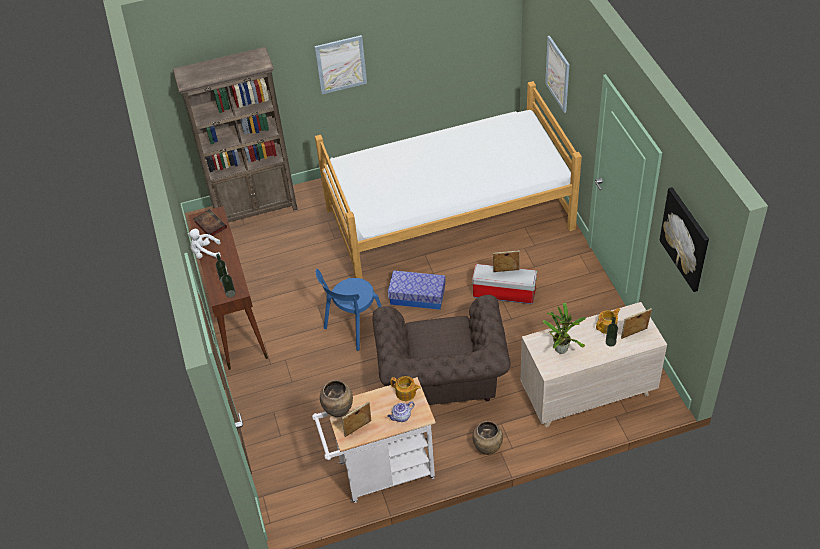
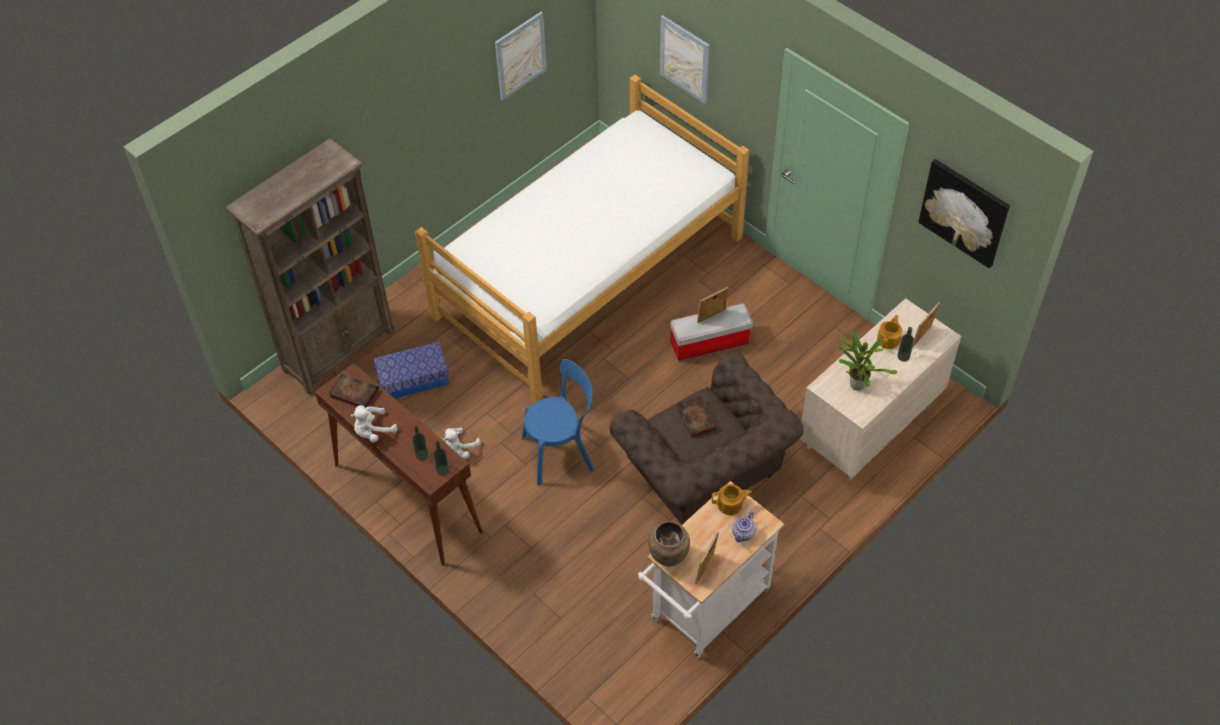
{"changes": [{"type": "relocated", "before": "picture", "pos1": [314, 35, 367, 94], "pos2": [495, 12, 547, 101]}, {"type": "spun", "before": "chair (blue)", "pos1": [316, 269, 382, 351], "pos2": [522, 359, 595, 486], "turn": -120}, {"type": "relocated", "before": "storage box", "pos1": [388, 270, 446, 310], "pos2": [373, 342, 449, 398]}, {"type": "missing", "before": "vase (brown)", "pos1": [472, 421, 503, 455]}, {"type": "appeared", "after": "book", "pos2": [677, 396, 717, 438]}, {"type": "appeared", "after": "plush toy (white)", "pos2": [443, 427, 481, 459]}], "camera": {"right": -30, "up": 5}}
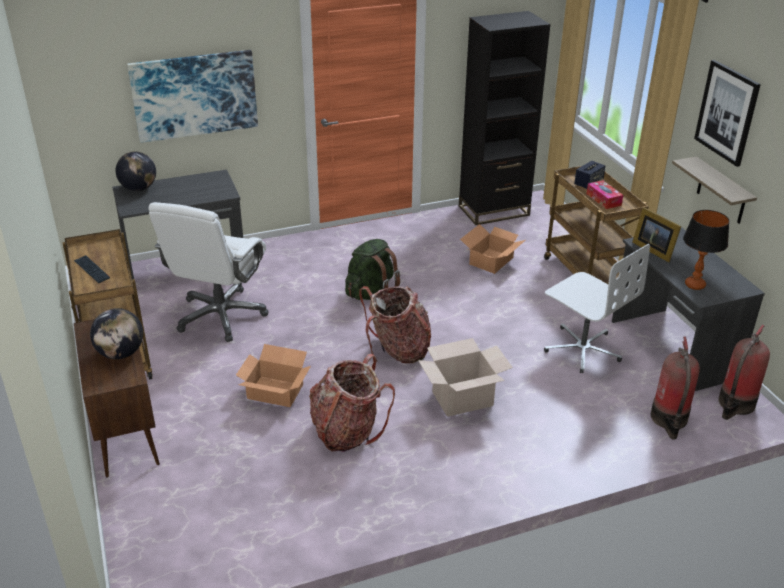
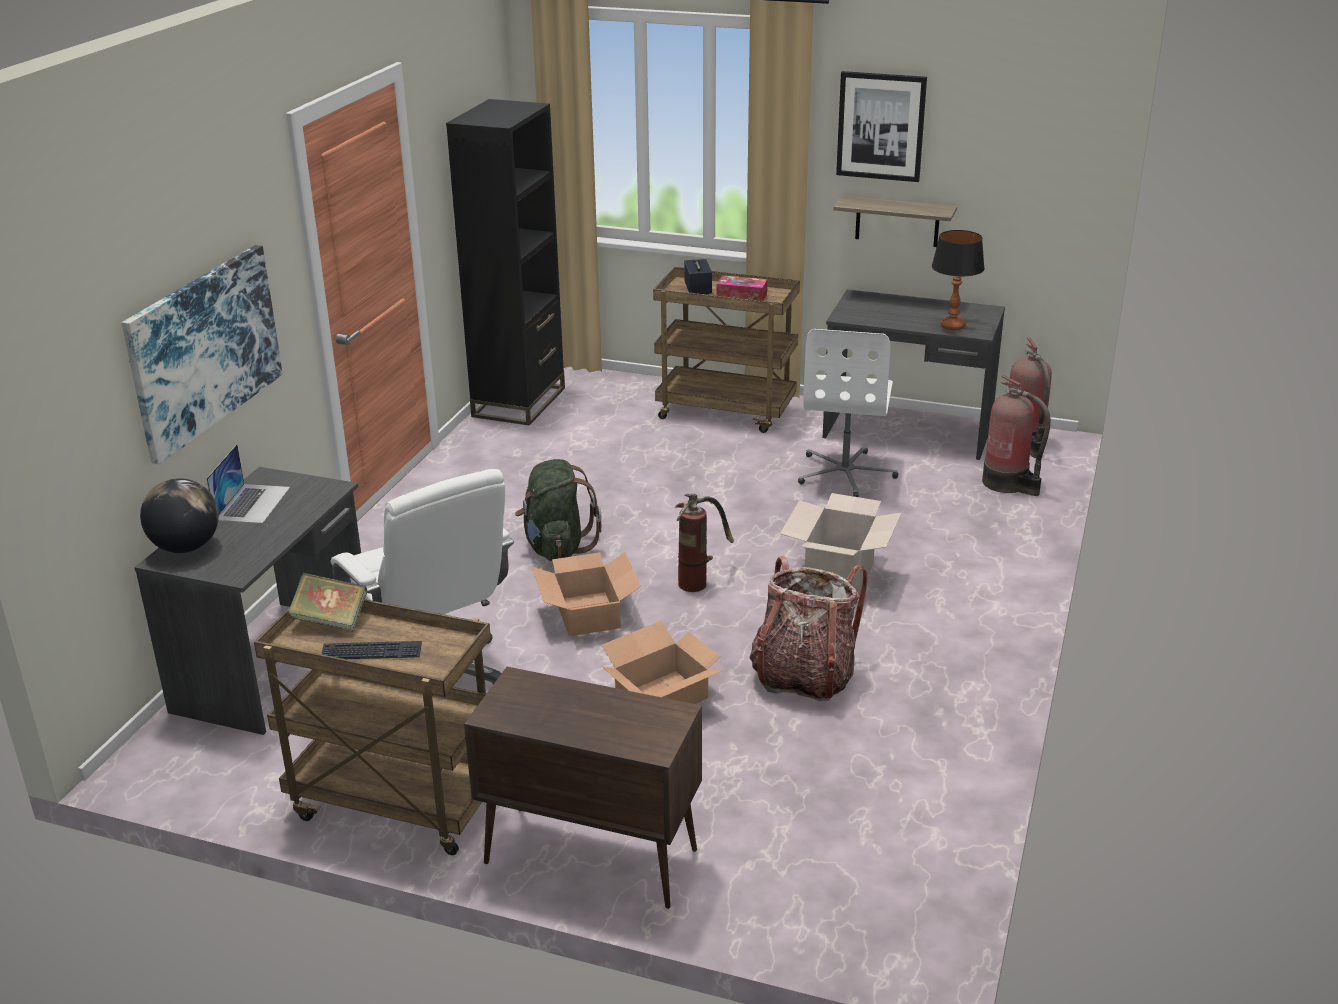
{"changes": [{"type": "missing", "before": "picture frame", "pos1": [632, 207, 681, 262]}, {"type": "relocated", "before": "cardboard box", "pos1": [460, 224, 526, 274], "pos2": [532, 552, 641, 636]}, {"type": "spun", "before": "office chair (white)", "pos1": [544, 244, 650, 373], "pos2": [798, 329, 898, 497], "turn": 105}, {"type": "exchanged", "before": "backpack", "after": "fire extinguisher", "pos1": [359, 286, 431, 363], "pos2": [674, 493, 734, 592]}, {"type": "missing", "before": "globe", "pos1": [90, 308, 143, 359]}, {"type": "appeared", "after": "laptop", "pos2": [206, 444, 290, 524]}, {"type": "appeared", "after": "book", "pos2": [288, 573, 367, 632]}], "camera": {"right": -50, "up": -5}}
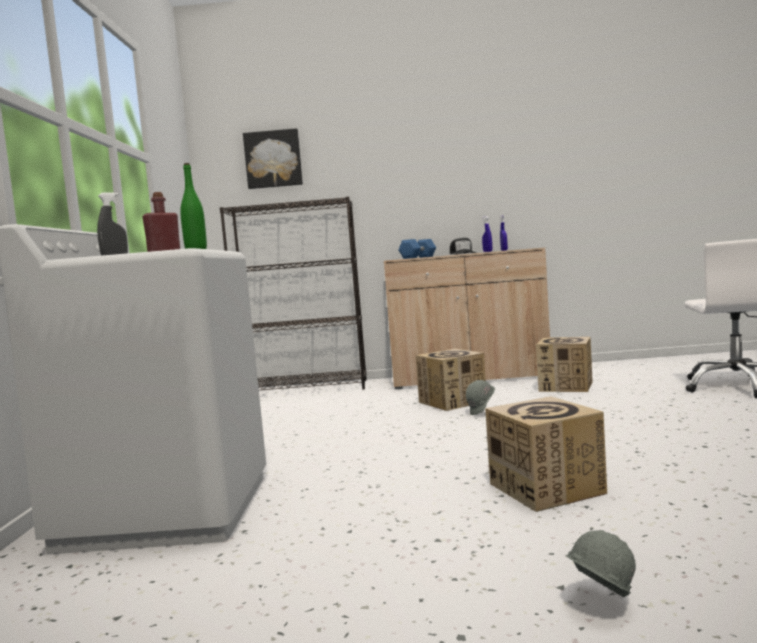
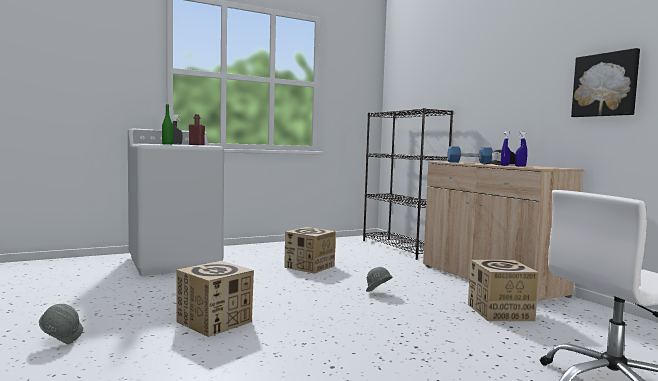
{"changes": [{"type": "relocated", "before": "picture", "pos1": [243, 128, 303, 189], "pos2": [571, 48, 640, 117]}, {"type": "relocated", "before": "cardboard box", "pos1": [416, 349, 485, 411], "pos2": [284, 227, 336, 274]}], "camera": {"right": 60, "up": 0}}
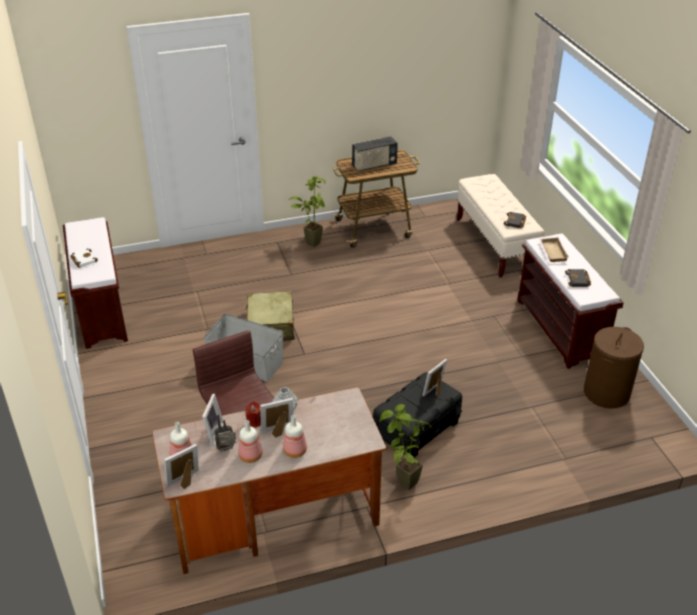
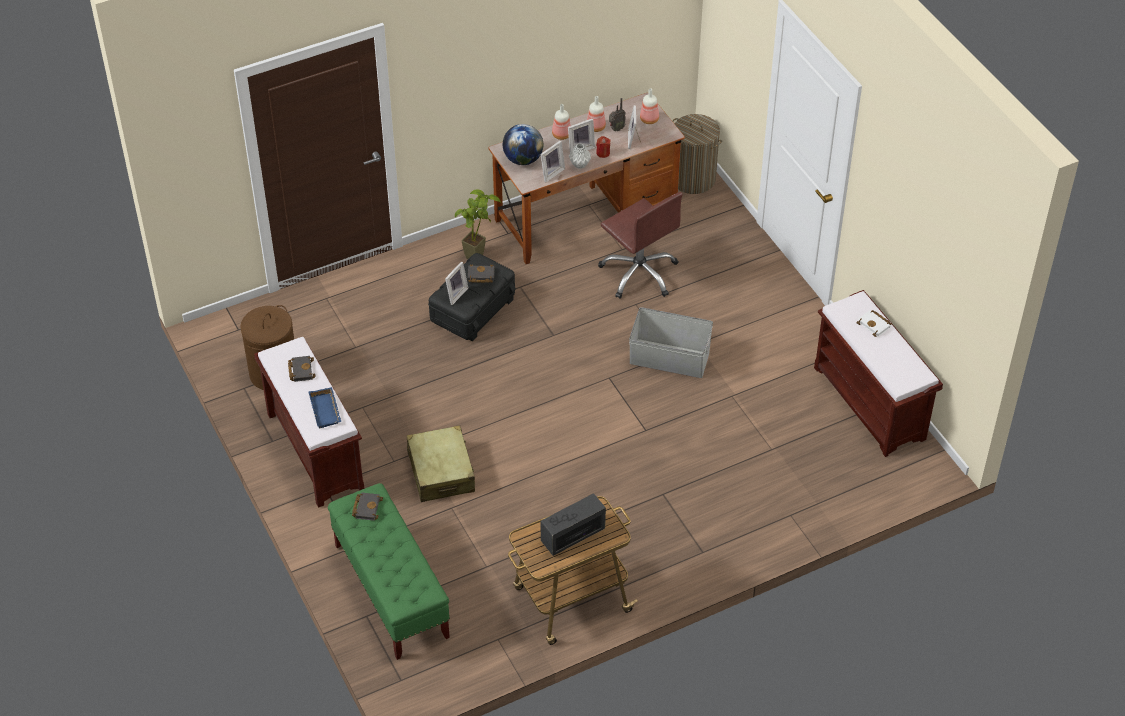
{"changes": [{"type": "colour", "before": "bench (beige)", "after": "bench (green)", "pos1": [457, 174, 545, 278], "pos2": [328, 483, 450, 660]}, {"type": "missing", "before": "potted plant", "pos1": [289, 176, 326, 247]}, {"type": "colour", "before": "tray (beige)", "after": "tray (blue)", "pos1": [540, 237, 569, 262], "pos2": [309, 387, 342, 428]}, {"type": "relocated", "before": "suitcase (beige)", "pos1": [246, 291, 294, 341], "pos2": [406, 425, 475, 502]}, {"type": "relocated", "before": "picture frame", "pos1": [164, 444, 199, 489], "pos2": [541, 141, 565, 182]}, {"type": "appeared", "after": "laundry basket", "pos2": [672, 114, 722, 194]}, {"type": "appeared", "after": "globe", "pos2": [503, 124, 543, 165]}, {"type": "appeared", "after": "book (black)", "pos2": [468, 265, 495, 283]}], "camera": {"right": 170, "up": 10}}
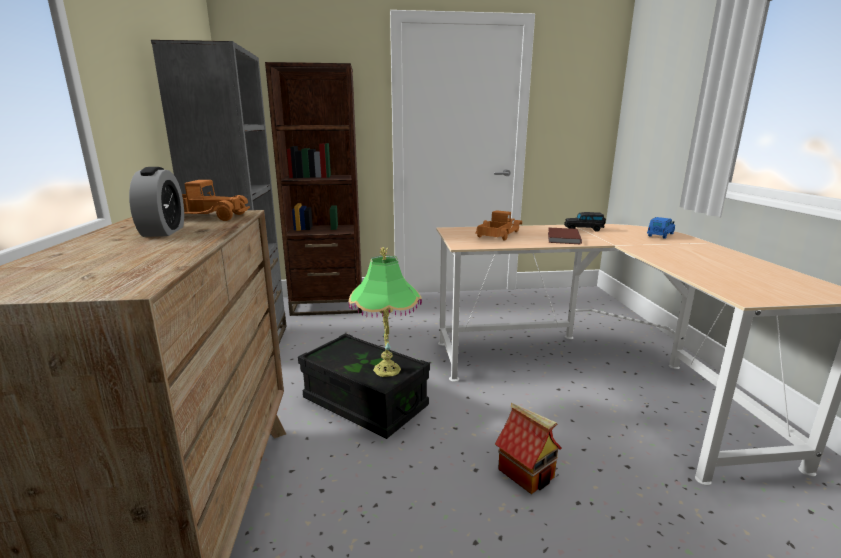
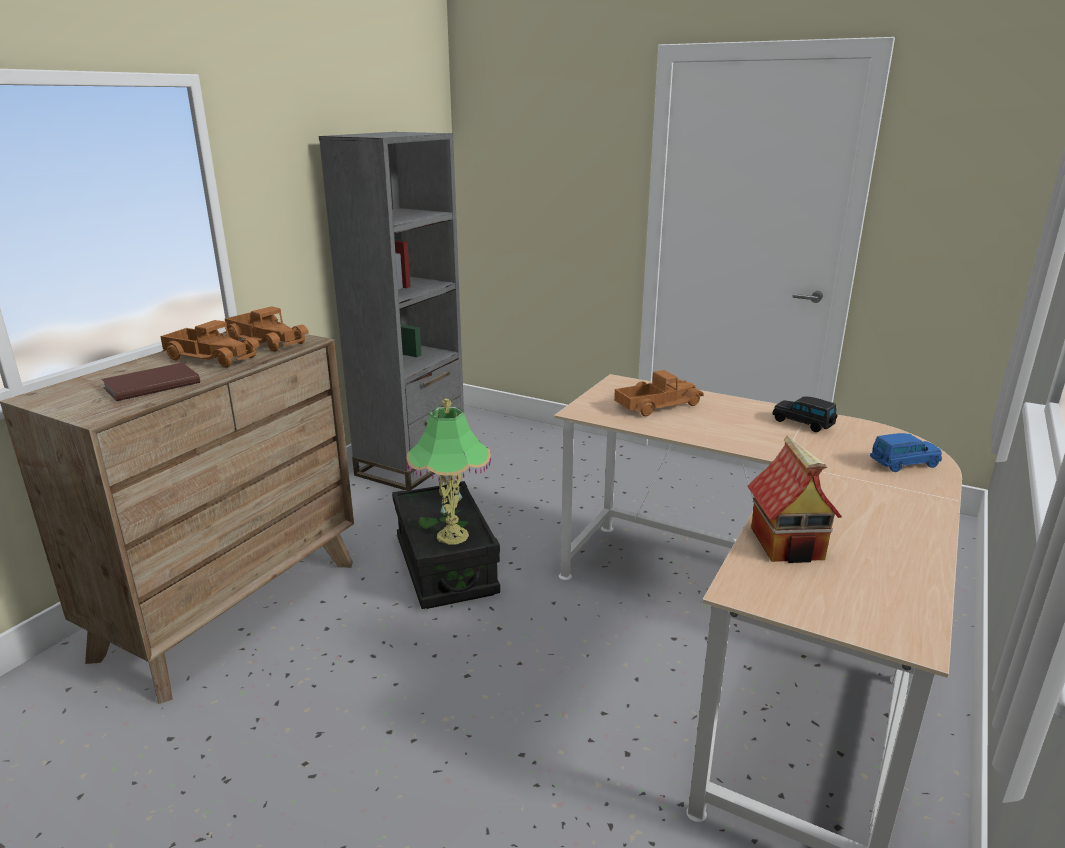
{"changes": [{"type": "missing", "before": "bookcase (brown)", "pos1": [265, 62, 362, 316]}, {"type": "exchanged", "before": "alarm clock", "after": "toy truck", "pos1": [129, 167, 184, 237], "pos2": [160, 320, 260, 368]}, {"type": "relocated", "before": "book (brown)", "pos1": [548, 227, 582, 244], "pos2": [101, 363, 200, 401]}, {"type": "relocated", "before": "toy house", "pos1": [495, 403, 562, 494], "pos2": [748, 435, 843, 563]}], "camera": {"right": 35, "up": 5}}
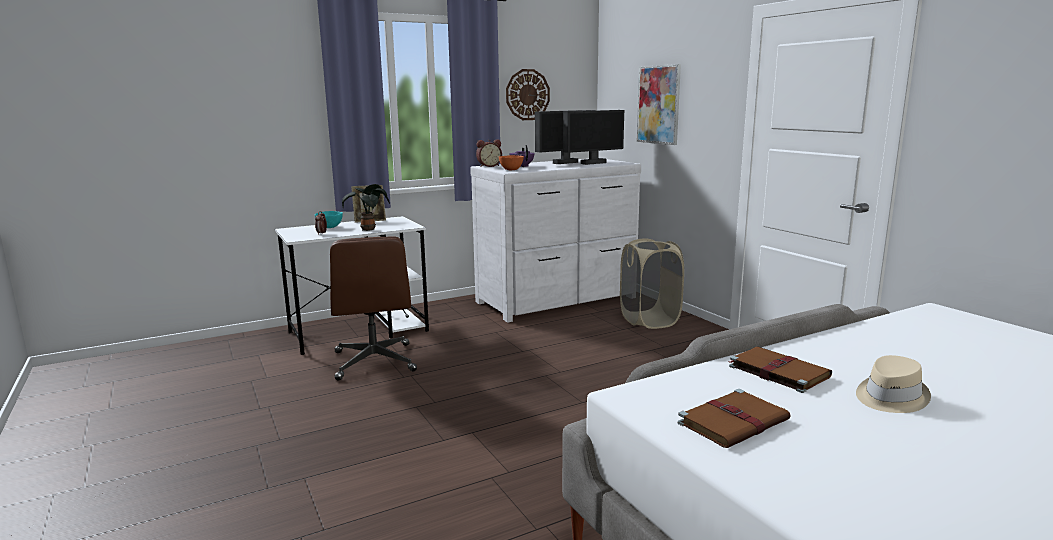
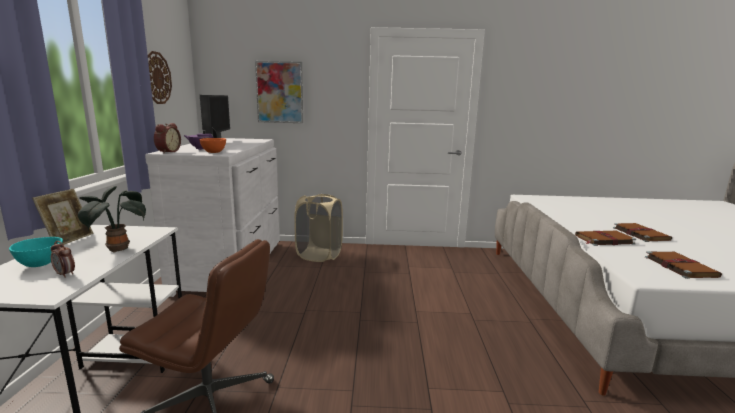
{"changes": [{"type": "missing", "before": "monitor", "pos1": [563, 110, 624, 165]}, {"type": "exchanged", "before": "hat (beige)", "after": "book (brown)", "pos1": [856, 355, 931, 413], "pos2": [613, 223, 672, 242]}], "camera": {"right": -60, "up": 0}}
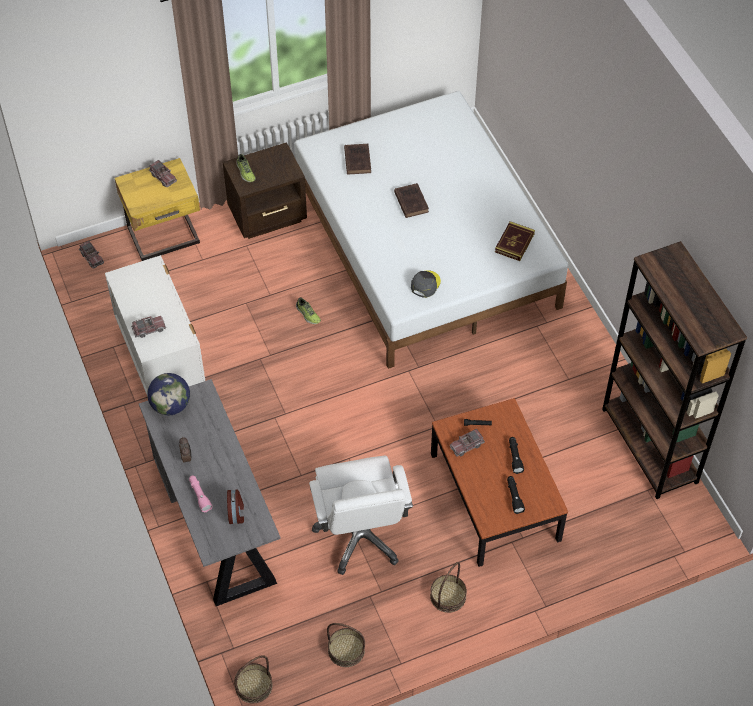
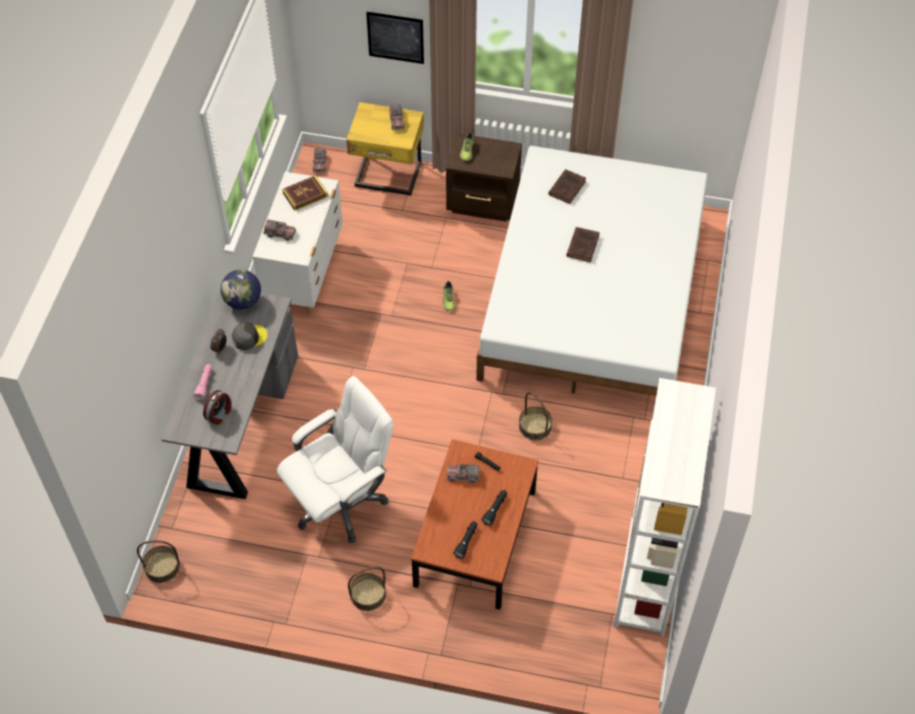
{"changes": [{"type": "relocated", "before": "book", "pos1": [495, 221, 535, 261], "pos2": [282, 175, 328, 211]}, {"type": "colour", "before": "bookcase (brown)", "after": "bookcase (white)", "pos1": [602, 241, 747, 499], "pos2": [614, 378, 716, 637]}, {"type": "relocated", "before": "cap (grey)", "pos1": [411, 270, 441, 298], "pos2": [232, 323, 268, 350]}, {"type": "spun", "before": "office chair (white)", "pos1": [309, 456, 413, 575], "pos2": [277, 376, 393, 543], "turn": -150}, {"type": "relocated", "before": "basket", "pos1": [327, 623, 365, 667], "pos2": [519, 392, 553, 440]}, {"type": "appeared", "after": "picture", "pos2": [366, 12, 424, 64]}], "camera": {"right": 35, "up": 0}}
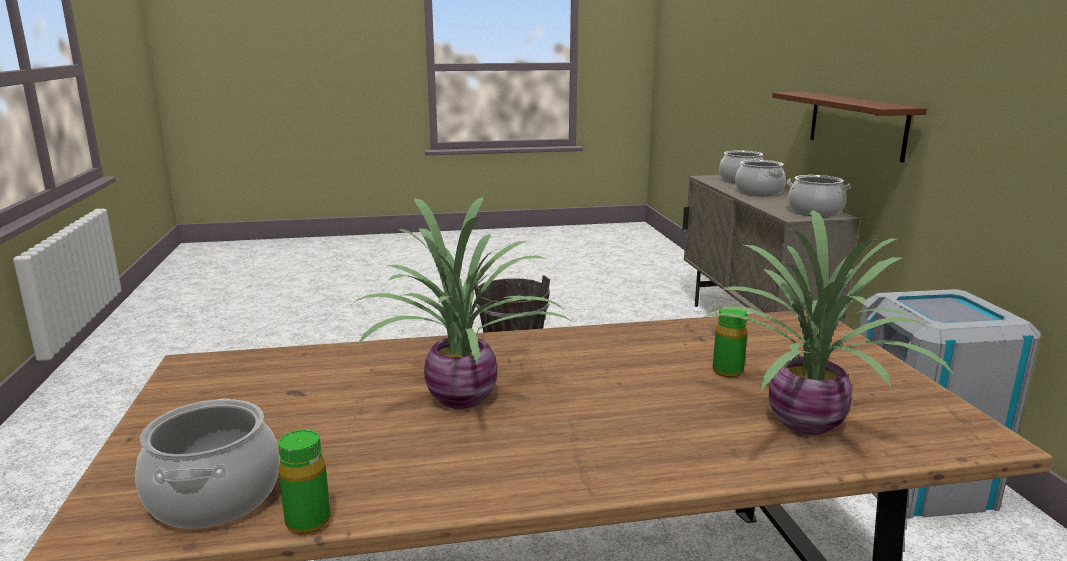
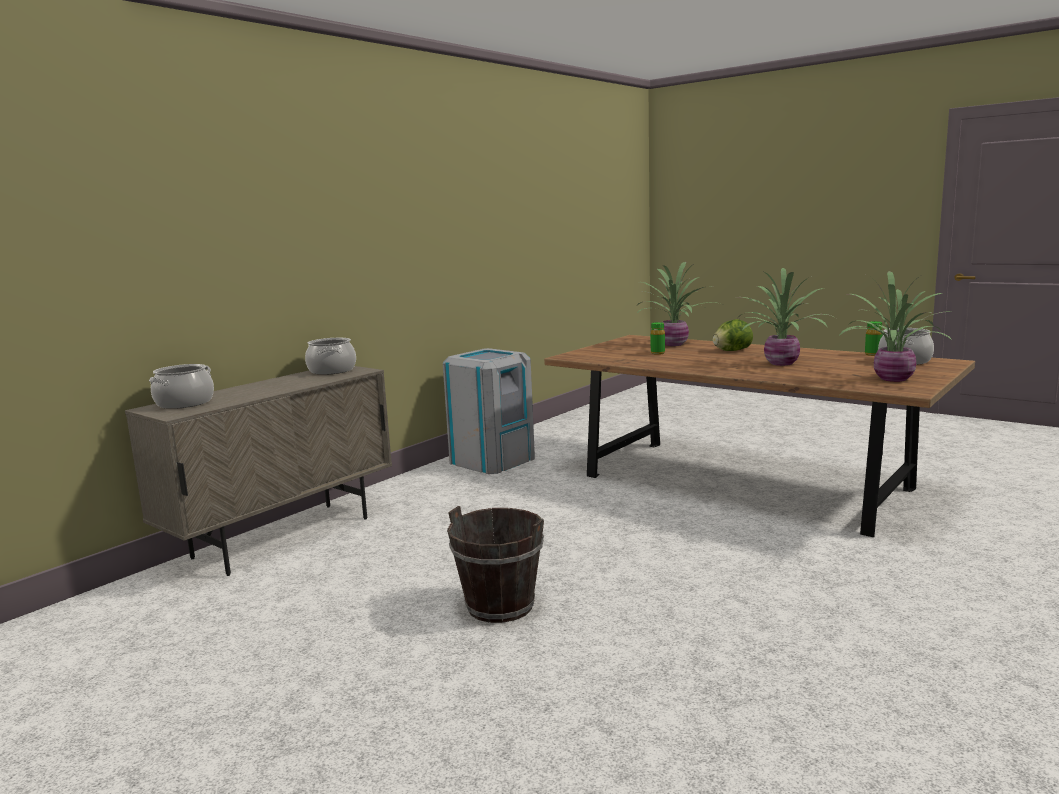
{"changes": [{"type": "missing", "before": "shelf (brown)", "pos1": [772, 92, 927, 162]}, {"type": "missing", "before": "cooking pot", "pos1": [735, 160, 786, 196]}, {"type": "appeared", "after": "potted plant", "pos2": [839, 271, 953, 382]}, {"type": "appeared", "after": "lettuce", "pos2": [713, 319, 753, 351]}], "camera": {"right": -130, "up": -5}}
